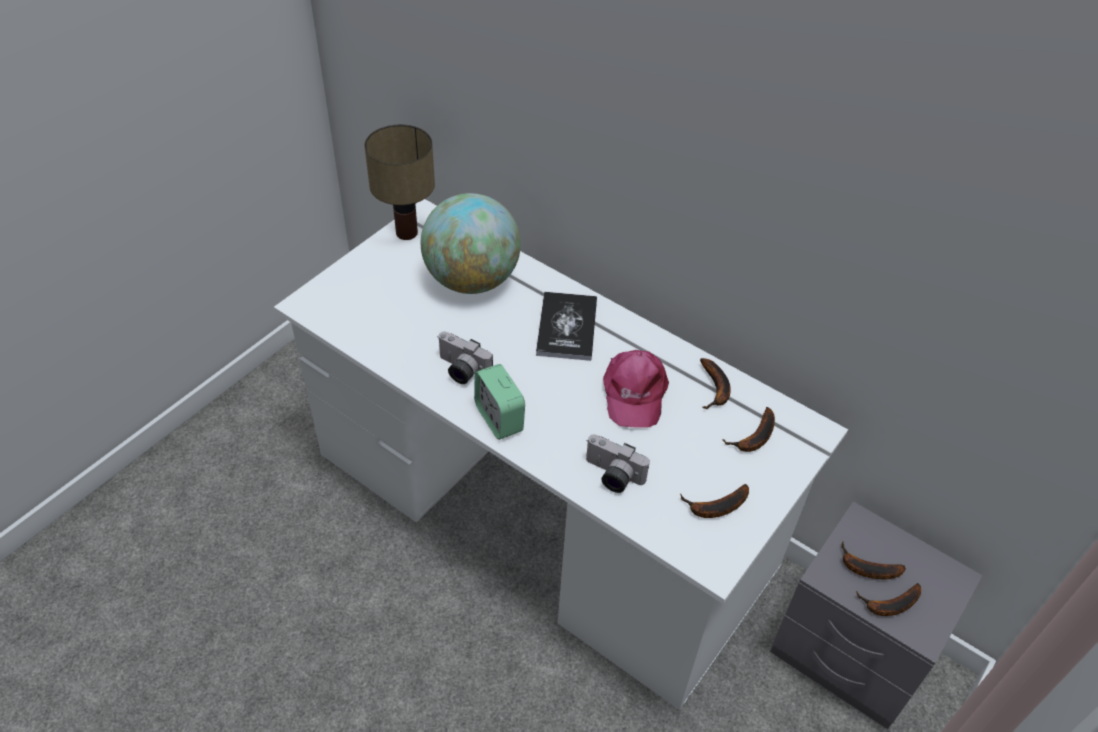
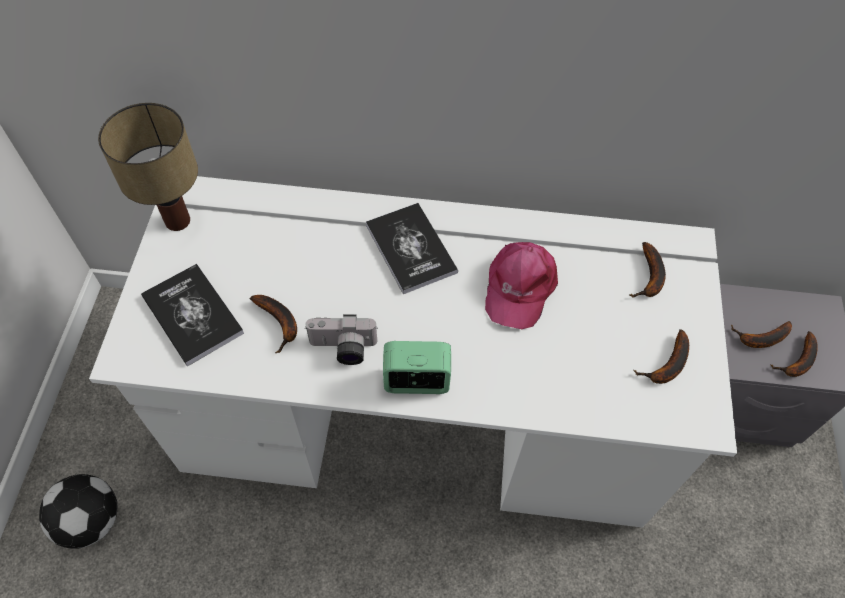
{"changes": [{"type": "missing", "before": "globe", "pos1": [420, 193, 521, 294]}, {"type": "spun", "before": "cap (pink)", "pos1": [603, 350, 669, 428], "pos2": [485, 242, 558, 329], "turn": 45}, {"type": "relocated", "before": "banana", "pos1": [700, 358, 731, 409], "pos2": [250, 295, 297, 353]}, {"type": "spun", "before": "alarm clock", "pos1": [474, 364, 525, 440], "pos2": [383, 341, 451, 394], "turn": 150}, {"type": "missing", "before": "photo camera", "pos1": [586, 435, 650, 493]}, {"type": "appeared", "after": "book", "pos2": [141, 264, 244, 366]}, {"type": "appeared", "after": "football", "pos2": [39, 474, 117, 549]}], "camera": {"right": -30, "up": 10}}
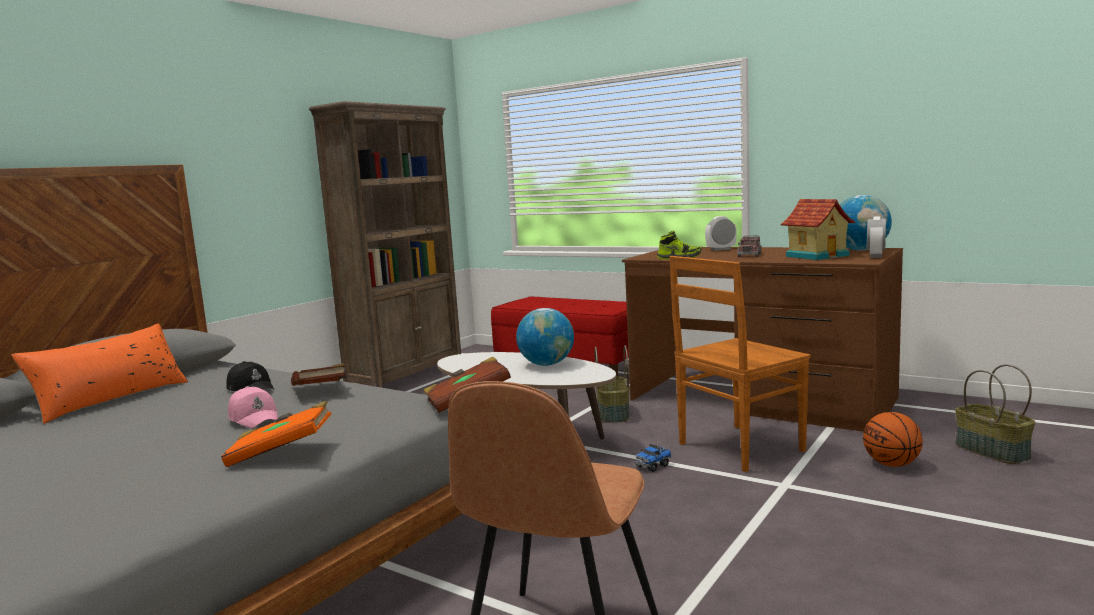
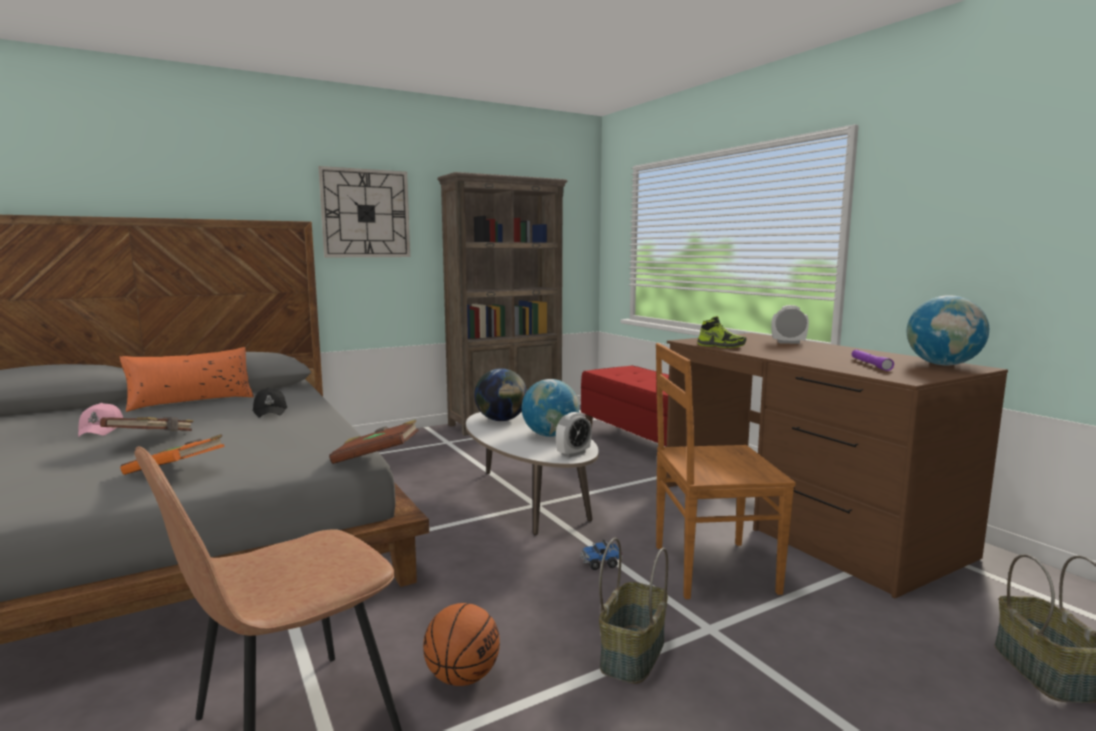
{"changes": [{"type": "exchanged", "before": "toy house", "after": "flashlight (purple)", "pos1": [781, 199, 855, 260], "pos2": [852, 350, 894, 371]}, {"type": "relocated", "before": "alarm clock", "pos1": [867, 216, 886, 258], "pos2": [556, 412, 592, 458]}, {"type": "missing", "before": "toy truck", "pos1": [737, 236, 762, 257]}, {"type": "relocated", "before": "basket", "pos1": [595, 345, 630, 423], "pos2": [599, 538, 668, 684]}, {"type": "relocated", "before": "book (brown)", "pos1": [291, 363, 347, 386], "pos2": [100, 417, 193, 431]}, {"type": "relocated", "before": "cap (pink)", "pos1": [228, 386, 278, 428], "pos2": [78, 403, 123, 437]}, {"type": "relocated", "before": "basketball", "pos1": [863, 412, 923, 467], "pos2": [423, 603, 500, 686]}, {"type": "appeared", "after": "wall clock", "pos2": [318, 166, 410, 257]}, {"type": "appeared", "after": "globe", "pos2": [474, 368, 527, 421]}], "camera": {"right": 25, "up": 0}}
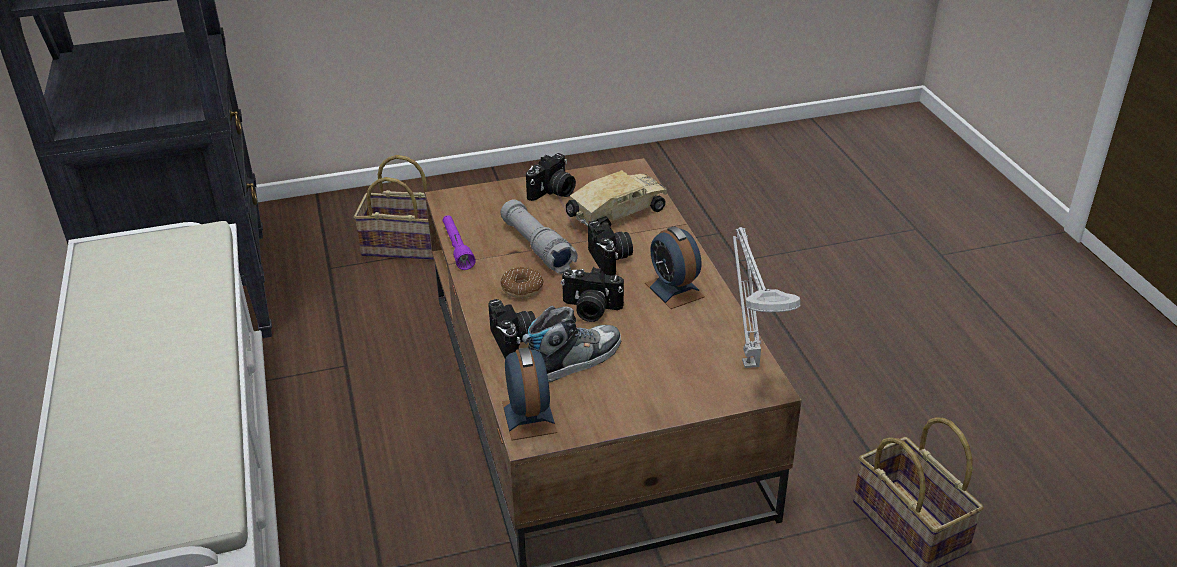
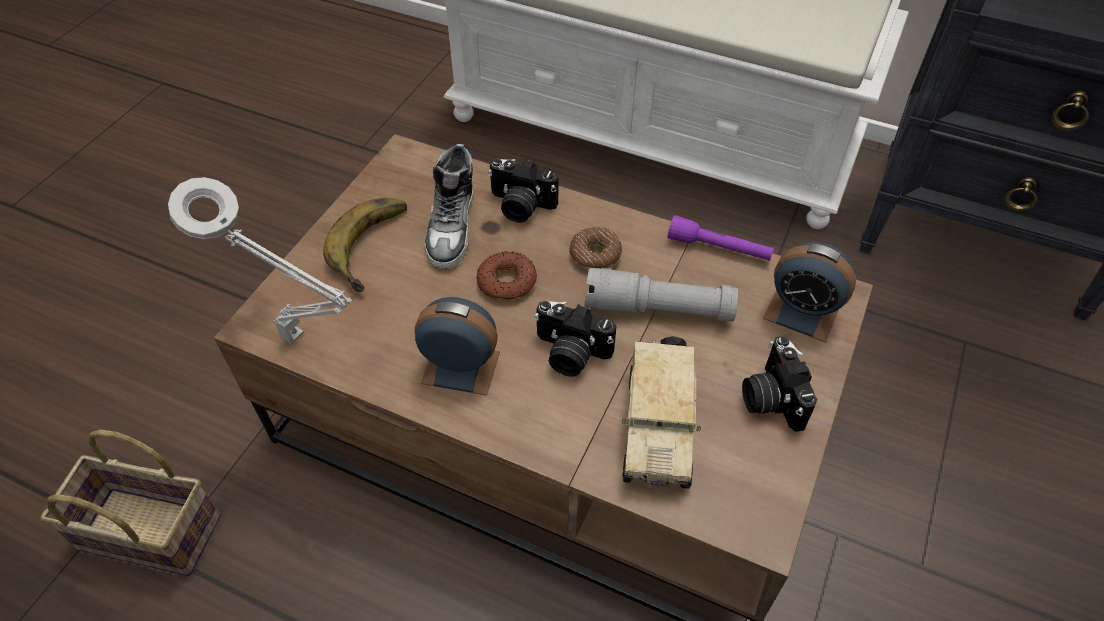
{"changes": [{"type": "missing", "before": "basket", "pos1": [354, 155, 434, 260]}, {"type": "exchanged", "before": "photo camera", "after": "donut", "pos1": [561, 267, 624, 322], "pos2": [476, 251, 537, 300]}, {"type": "relocated", "before": "alarm clock", "pos1": [502, 347, 557, 440], "pos2": [763, 241, 856, 343]}, {"type": "appeared", "after": "banana", "pos2": [323, 198, 407, 292]}], "camera": {"right": 130, "up": 15}}
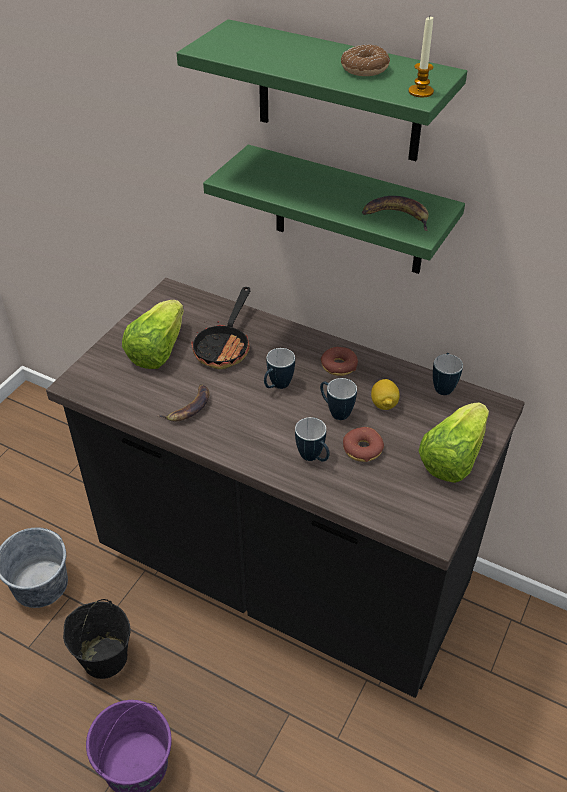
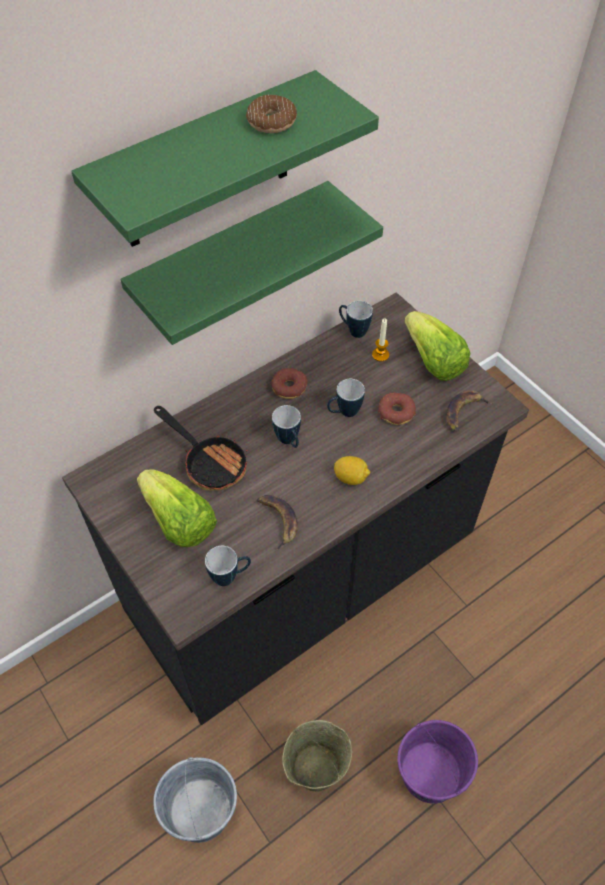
{"changes": [{"type": "relocated", "before": "candle", "pos1": [409, 17, 434, 97], "pos2": [372, 319, 389, 361]}, {"type": "relocated", "before": "banana", "pos1": [362, 196, 429, 231], "pos2": [446, 390, 492, 431]}, {"type": "relocated", "before": "lemon", "pos1": [371, 379, 400, 410], "pos2": [334, 456, 370, 485]}, {"type": "relocated", "before": "mug", "pos1": [295, 417, 330, 462], "pos2": [205, 545, 251, 586]}, {"type": "colour", "before": "bucket (black)", "after": "bucket (beige)", "pos1": [63, 599, 131, 679], "pos2": [282, 720, 352, 792]}], "camera": {"right": -65, "up": 10}}
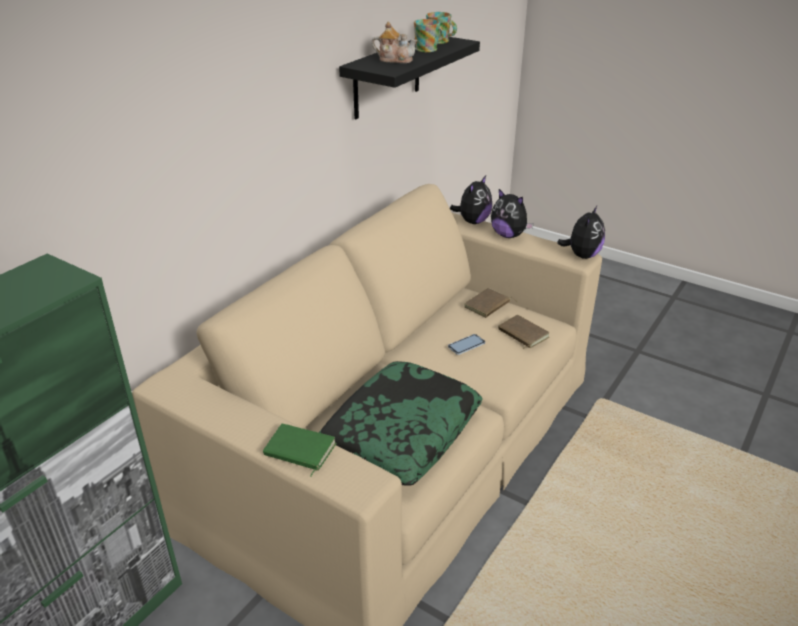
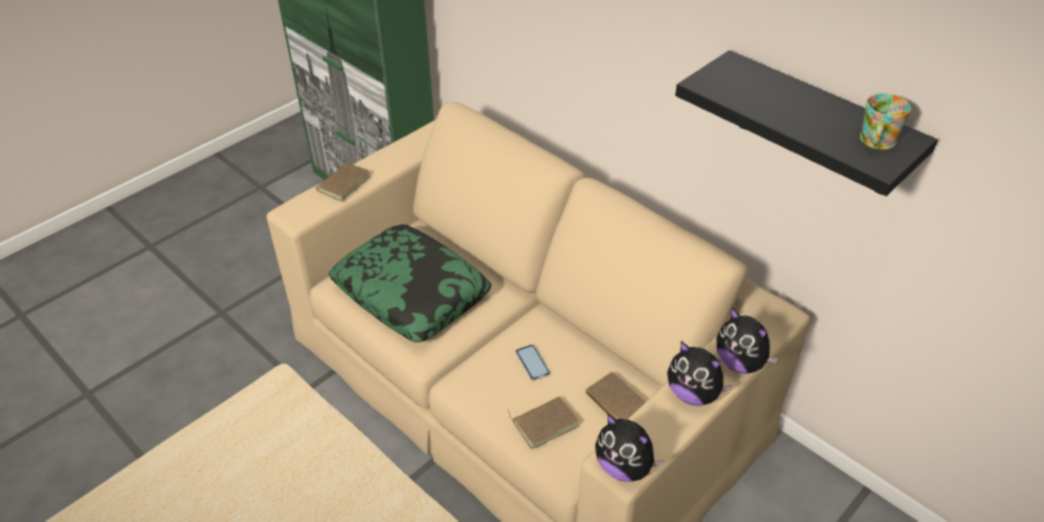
{"changes": [{"type": "missing", "before": "mug", "pos1": [414, 19, 444, 52]}, {"type": "missing", "before": "teapot", "pos1": [372, 22, 417, 63]}, {"type": "spun", "before": "plush toy", "pos1": [491, 189, 534, 238], "pos2": [667, 341, 733, 406], "turn": -105}, {"type": "colour", "before": "book (green)", "after": "book (brown)", "pos1": [263, 424, 336, 477], "pos2": [309, 163, 371, 201]}], "camera": {"right": 100, "up": 10}}
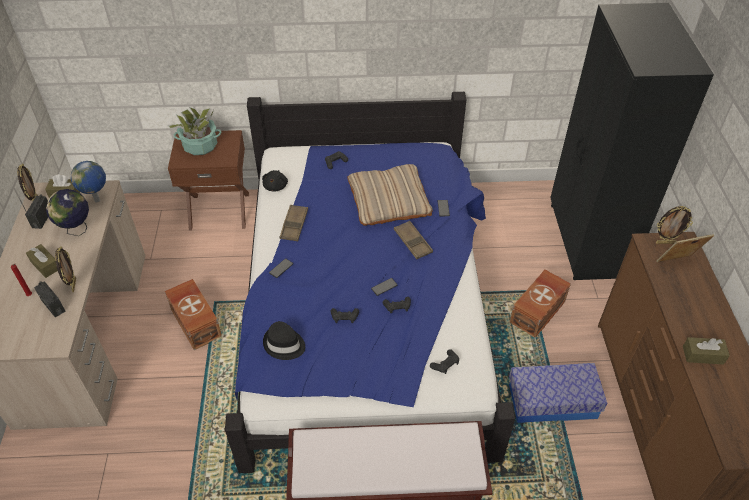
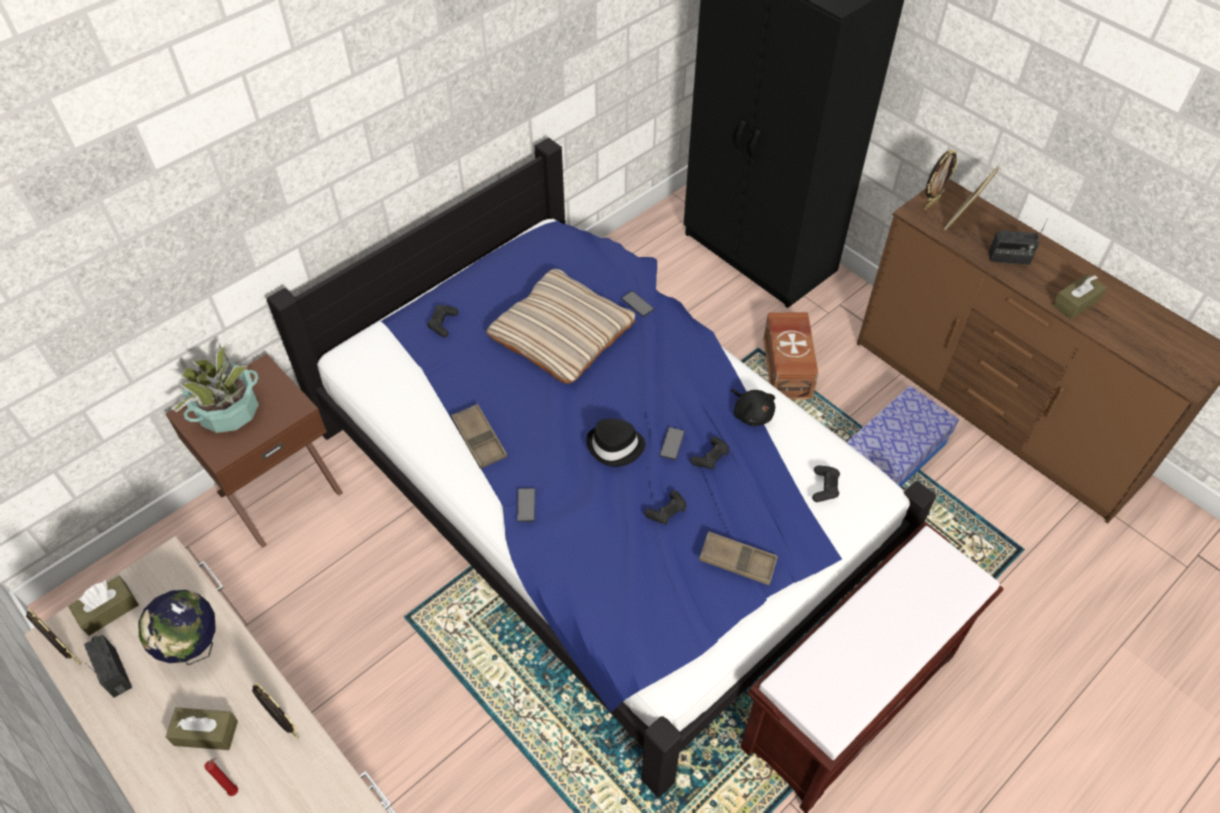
{"changes": [{"type": "missing", "before": "globe", "pos1": [71, 161, 106, 202]}, {"type": "relocated", "before": "plush toy (black)", "pos1": [262, 170, 288, 192], "pos2": [731, 389, 775, 426]}, {"type": "relocated", "before": "tray (brown)", "pos1": [394, 221, 433, 260], "pos2": [699, 531, 778, 585]}, {"type": "missing", "before": "storage box (brown)", "pos1": [165, 279, 222, 350]}, {"type": "relocated", "before": "radio", "pos1": [34, 281, 66, 317], "pos2": [989, 220, 1047, 265]}, {"type": "relocated", "before": "hat (black)", "pos1": [263, 321, 305, 360], "pos2": [586, 419, 645, 467]}], "camera": {"right": -40, "up": 5}}
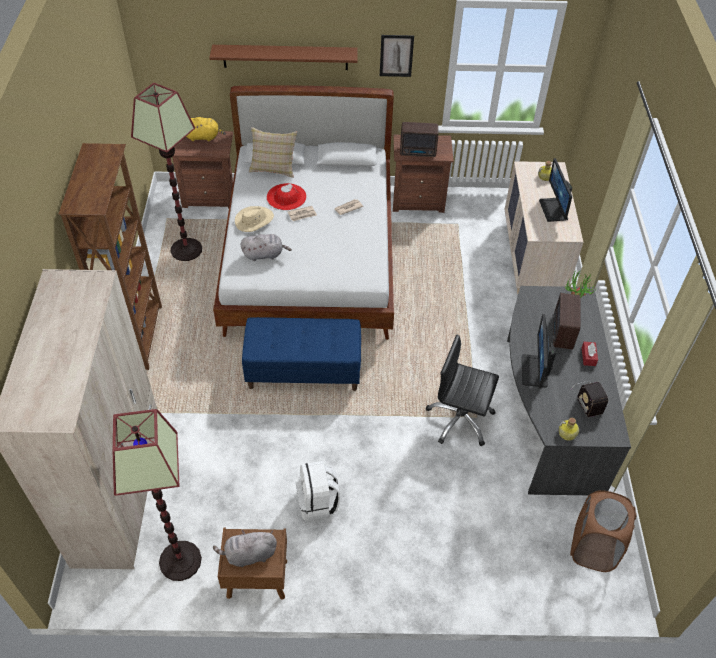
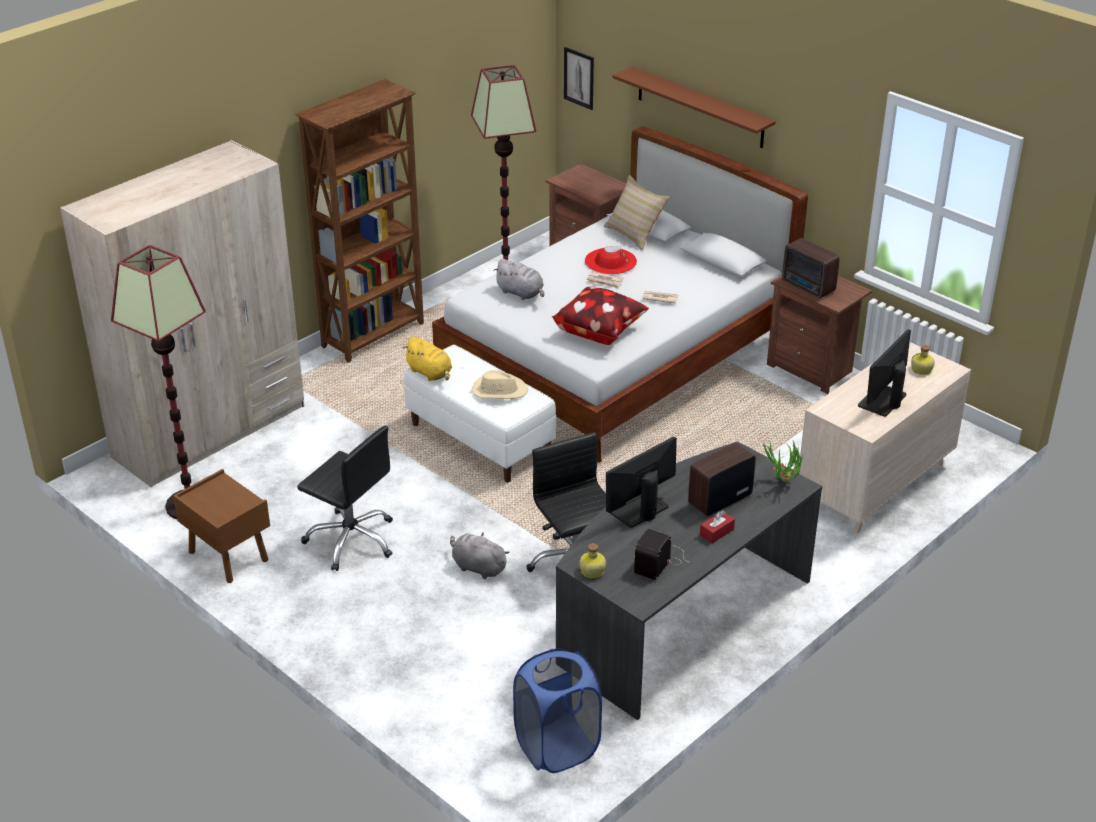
{"changes": [{"type": "relocated", "before": "picture", "pos1": [380, 35, 414, 77], "pos2": [564, 47, 594, 110]}, {"type": "relocated", "before": "plush toy (yellow)", "pos1": [186, 117, 226, 141], "pos2": [403, 336, 452, 381]}, {"type": "relocated", "before": "hat (beige)", "pos1": [235, 206, 274, 232], "pos2": [472, 370, 528, 399]}, {"type": "colour", "before": "bench (blue)", "after": "bench (white)", "pos1": [242, 317, 361, 391], "pos2": [404, 345, 556, 482]}, {"type": "exchanged", "before": "backpack (white)", "after": "office chair (black)", "pos1": [296, 461, 340, 521], "pos2": [297, 426, 393, 571]}, {"type": "colour", "before": "laundry basket (brown)", "after": "laundry basket (blue)", "pos1": [570, 490, 636, 572], "pos2": [513, 648, 602, 773]}, {"type": "relocated", "before": "plush toy (grey)", "pos1": [213, 530, 277, 567], "pos2": [450, 532, 510, 579]}, {"type": "appeared", "after": "pillow", "pos2": [552, 287, 649, 345]}], "camera": {"right": 45, "up": -15}}
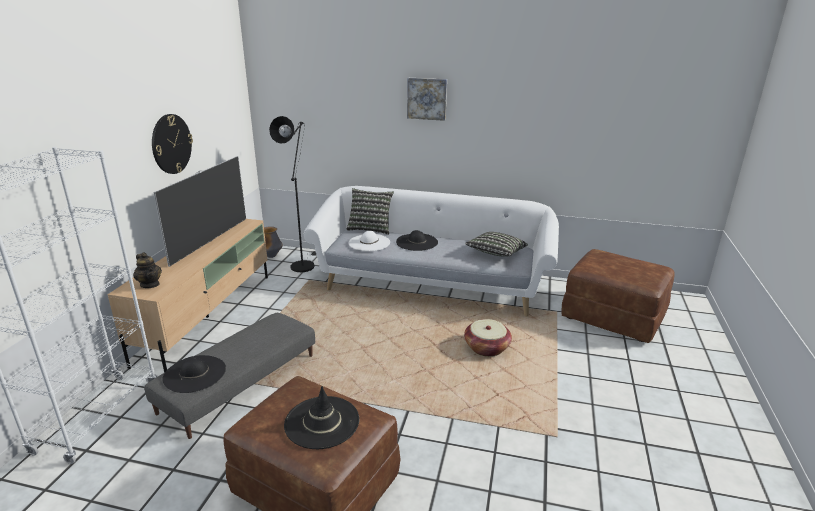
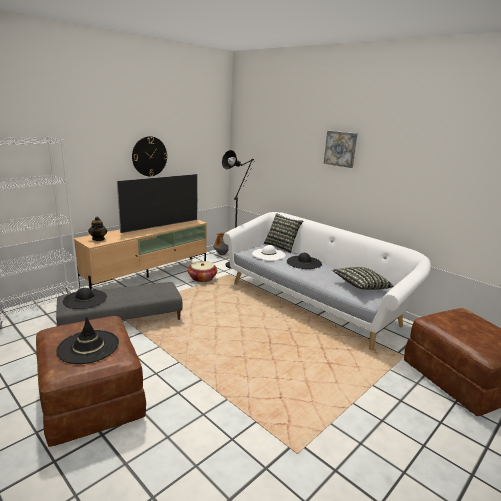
{"changes": [{"type": "relocated", "before": "basket", "pos1": [464, 319, 512, 357], "pos2": [188, 261, 217, 282]}], "camera": {"right": 30, "up": -5}}
